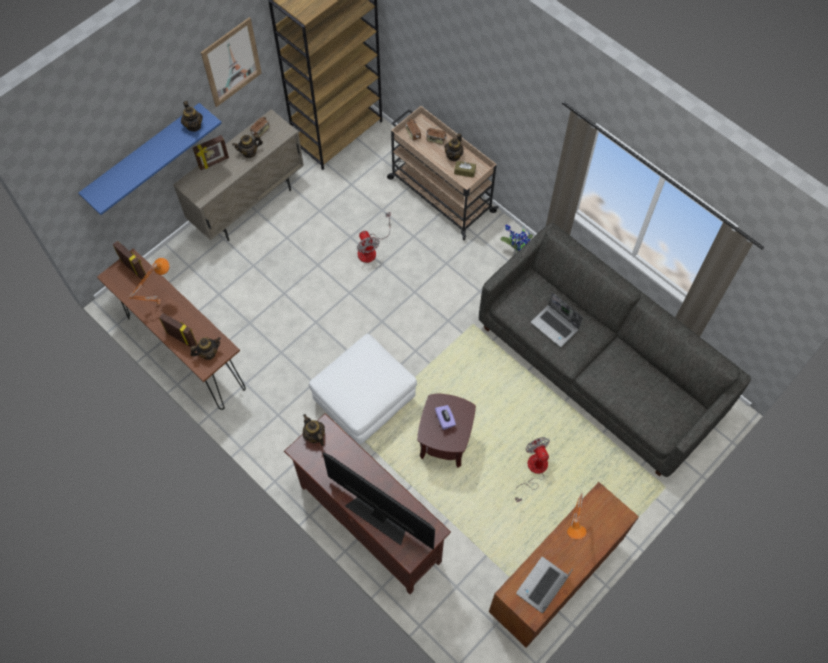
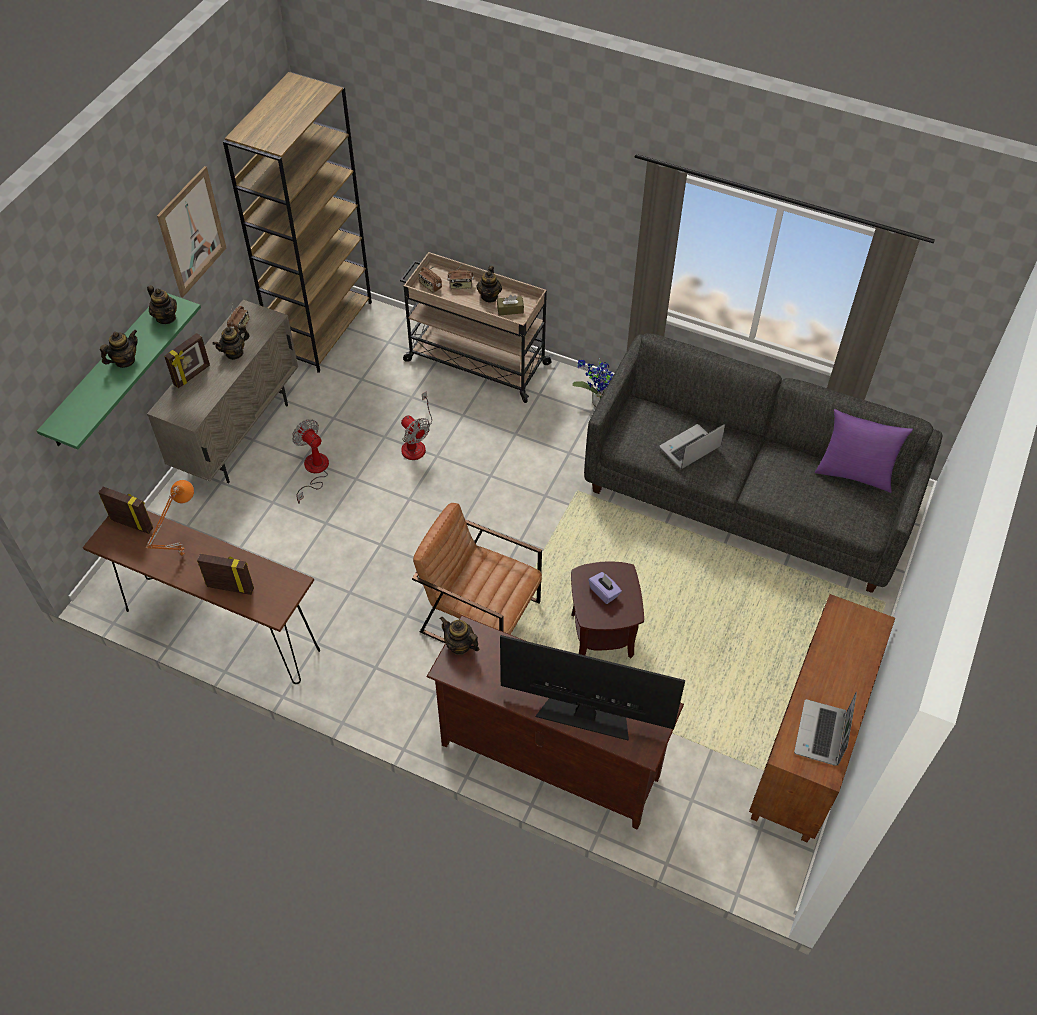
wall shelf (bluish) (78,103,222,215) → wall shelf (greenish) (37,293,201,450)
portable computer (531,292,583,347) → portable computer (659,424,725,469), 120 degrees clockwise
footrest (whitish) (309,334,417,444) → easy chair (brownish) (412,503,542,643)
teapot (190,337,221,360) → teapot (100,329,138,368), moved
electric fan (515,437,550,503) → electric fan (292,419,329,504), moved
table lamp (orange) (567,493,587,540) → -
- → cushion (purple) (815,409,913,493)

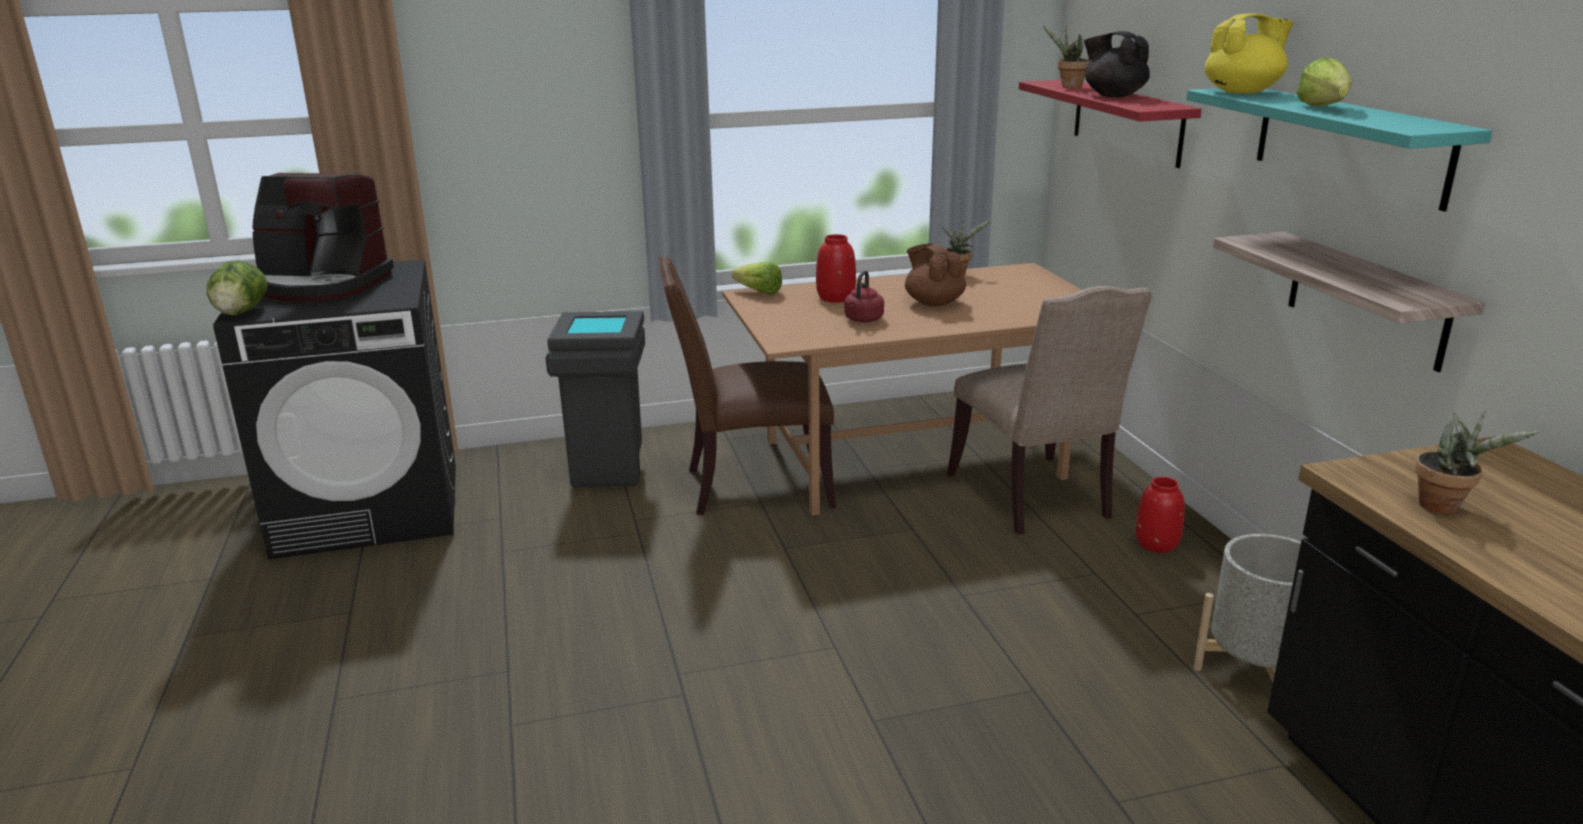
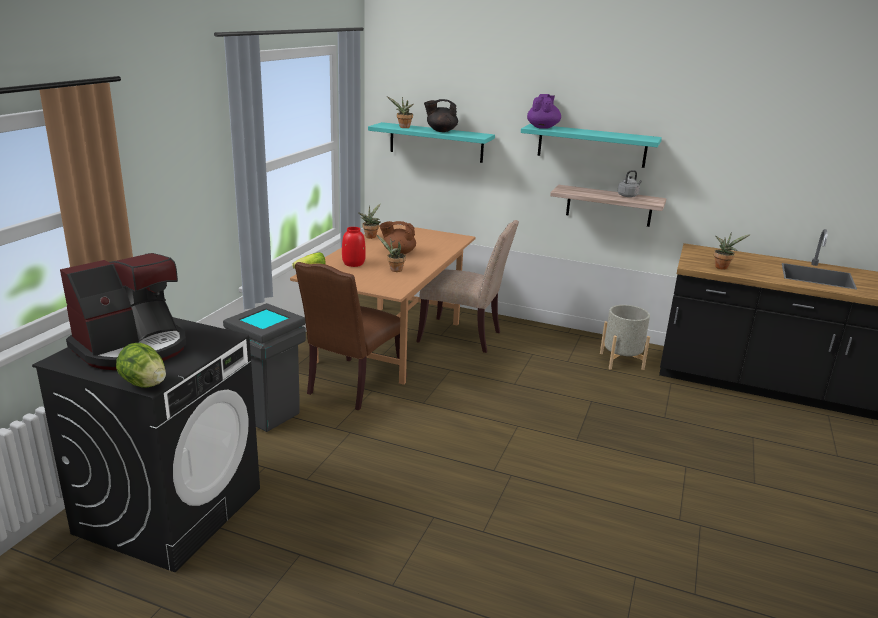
teapot (yellow-coloured) (1204,13,1293,94) → teapot (purple) (527,94,561,129)
lettuce (1296,57,1352,106) → -
wall shelf (red-coloured) (1019,80,1202,168) → wall shelf (turquoise-coloured) (368,122,495,163)
tea kettle (red-coloured) (845,271,884,322) → houseplant (377,235,406,272)
flower vase (red-coloured) (1135,477,1185,553) → -
- → tea kettle (greyish) (618,170,642,197)

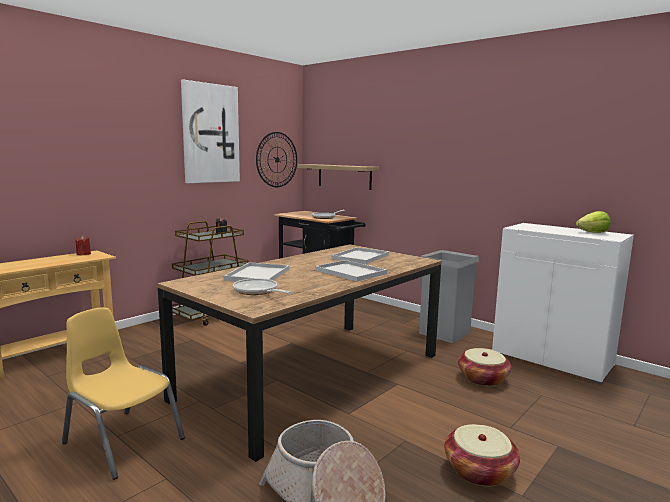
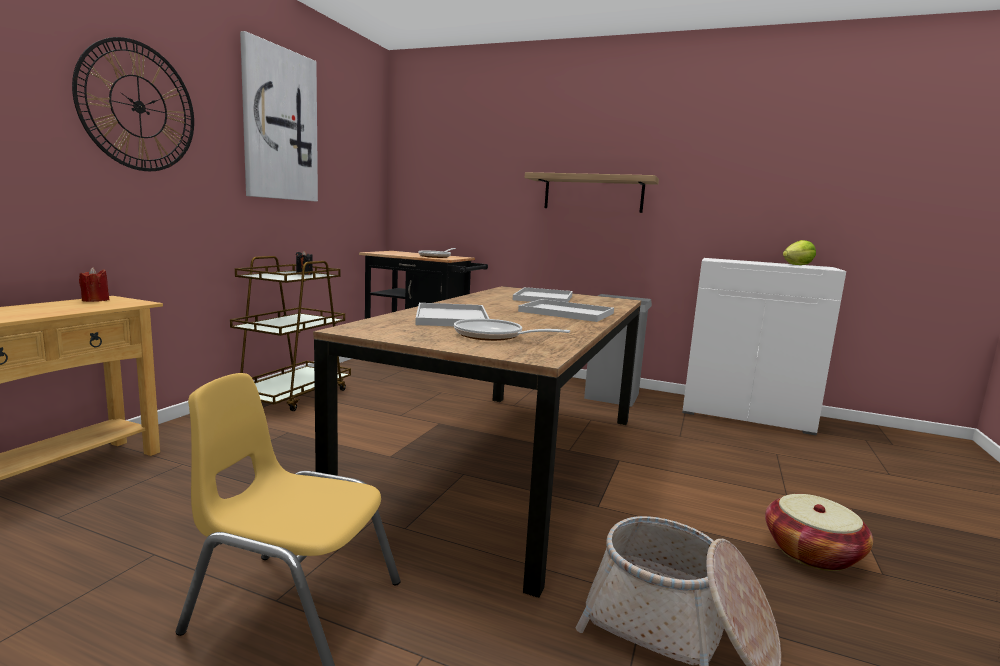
wall clock (256,132,297,187) → wall clock (72,37,194,171), moved
wall shelf (298,164,379,190) → wall shelf (525,172,659,213), moved
storage basket (458,348,511,386) → -

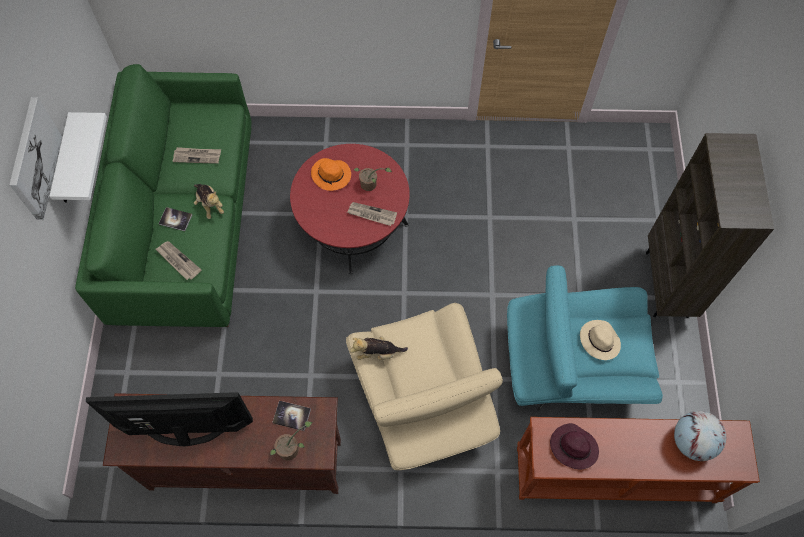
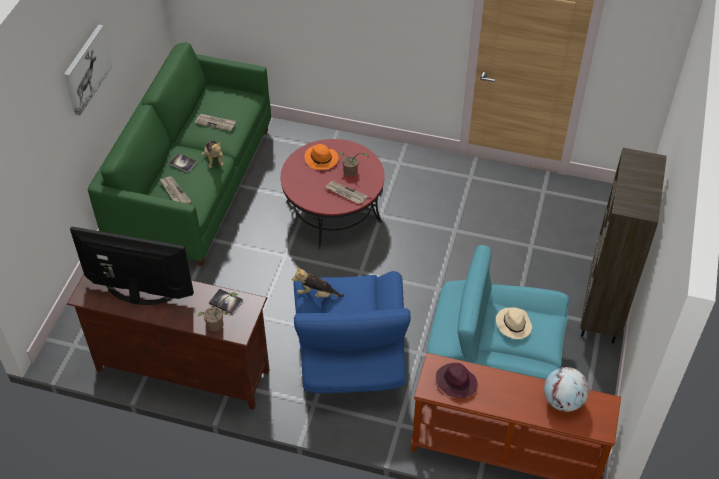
wall shelf (whitish) (50,112,107,203) → -
easy chair (beige) (346,303,503,470) → easy chair (bluish) (294,271,411,393)

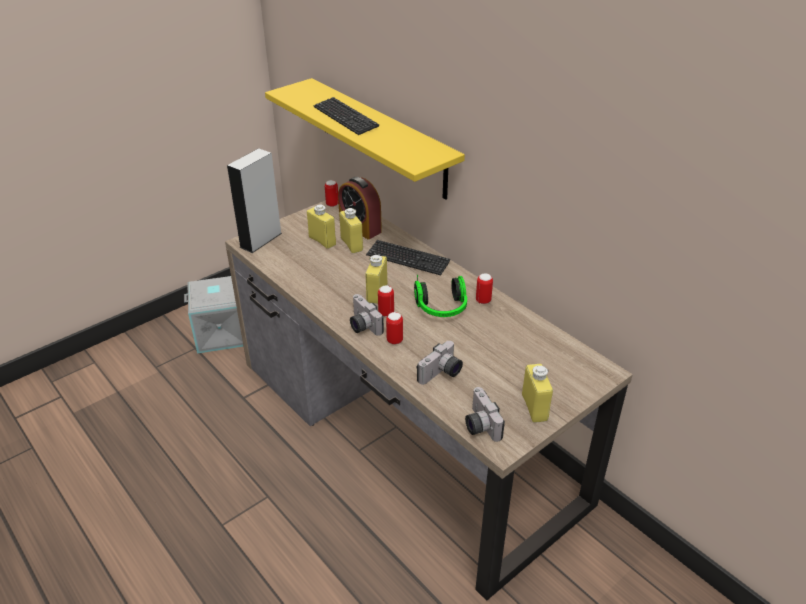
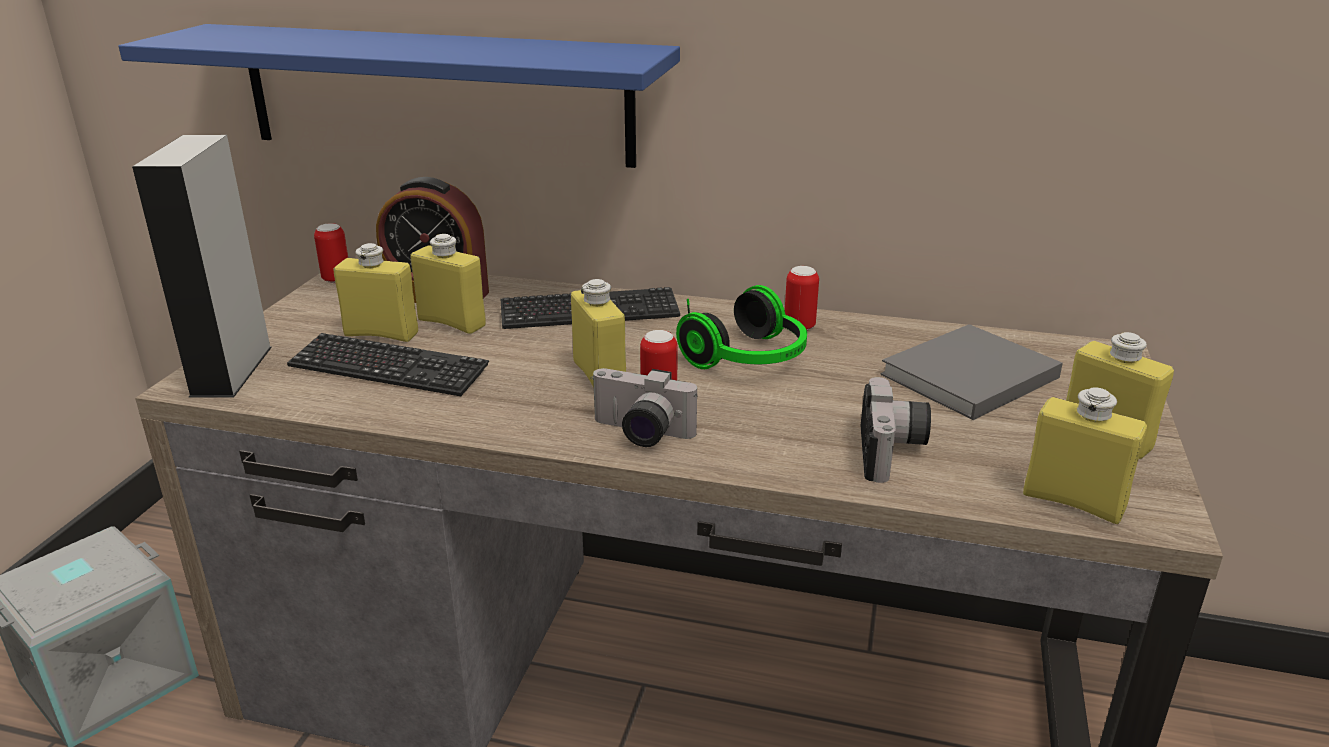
wall shelf (yellow-coloured) (265,78,465,200) → wall shelf (bluish) (118,24,680,168)
PC keyboard (313,97,380,135) → PC keyboard (287,333,489,396), moved
metal can (386,312,403,344) → -
still camera (465,387,505,442) → beverage bottle (yellow-coloured) (1023,387,1147,524)
- → bound book (greyish) (880,324,1063,420)

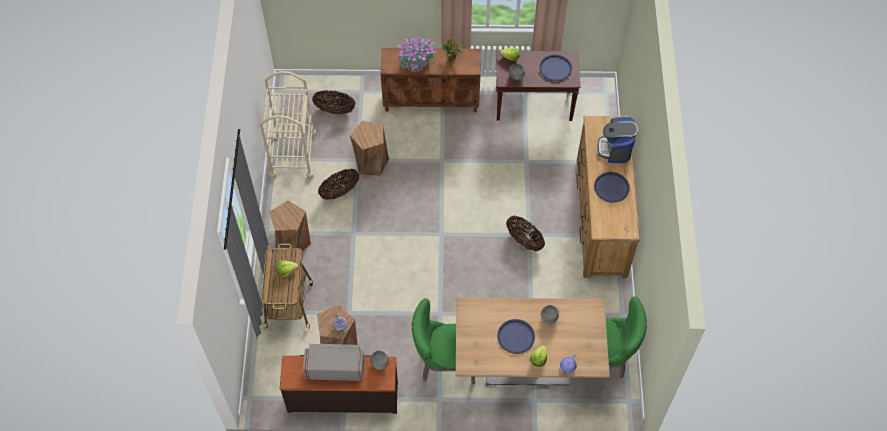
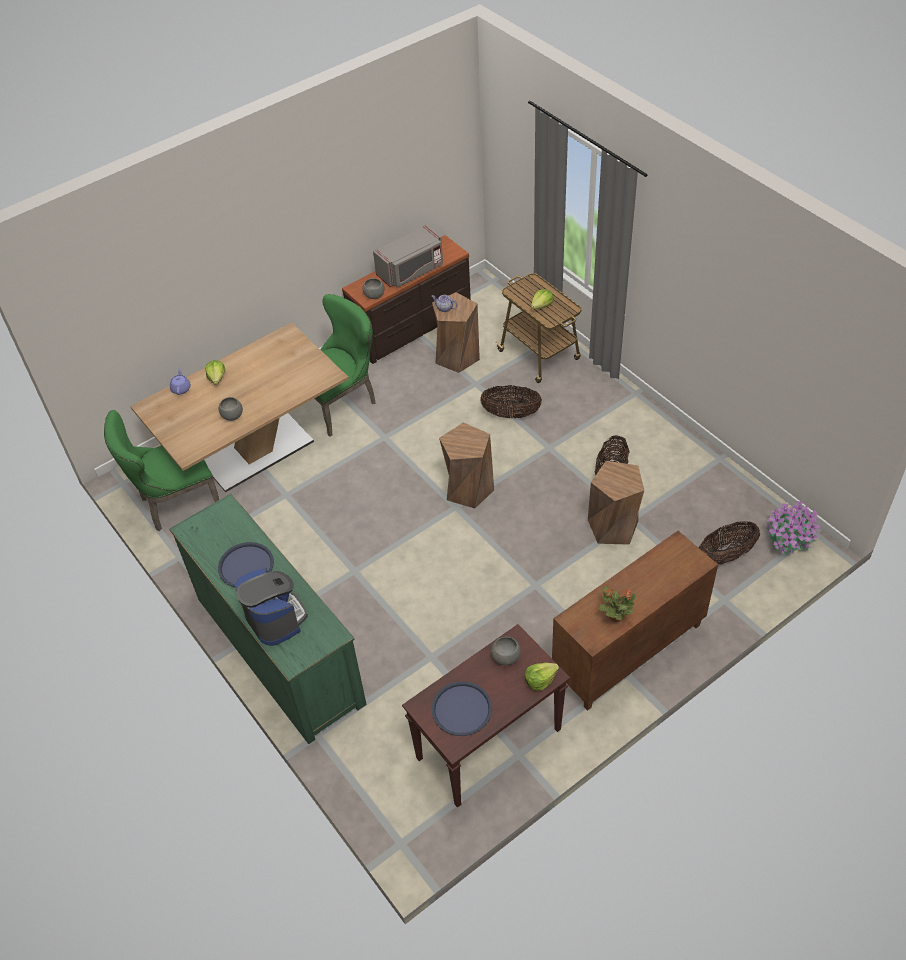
houseplant (397,35,436,72) → houseplant (766,501,820,555), moved
cart (beige) (260,71,317,179) → -
dresser (brownish) (576,116,640,278) → dresser (greenish) (169,494,367,744)
stool (brownish) (269,200,311,257) → stool (brownish) (439,422,494,509), moved
storage basket (506,216,545,251) → storage basket (480,385,542,418), moved
tray (bluish) (497,319,535,354) → -

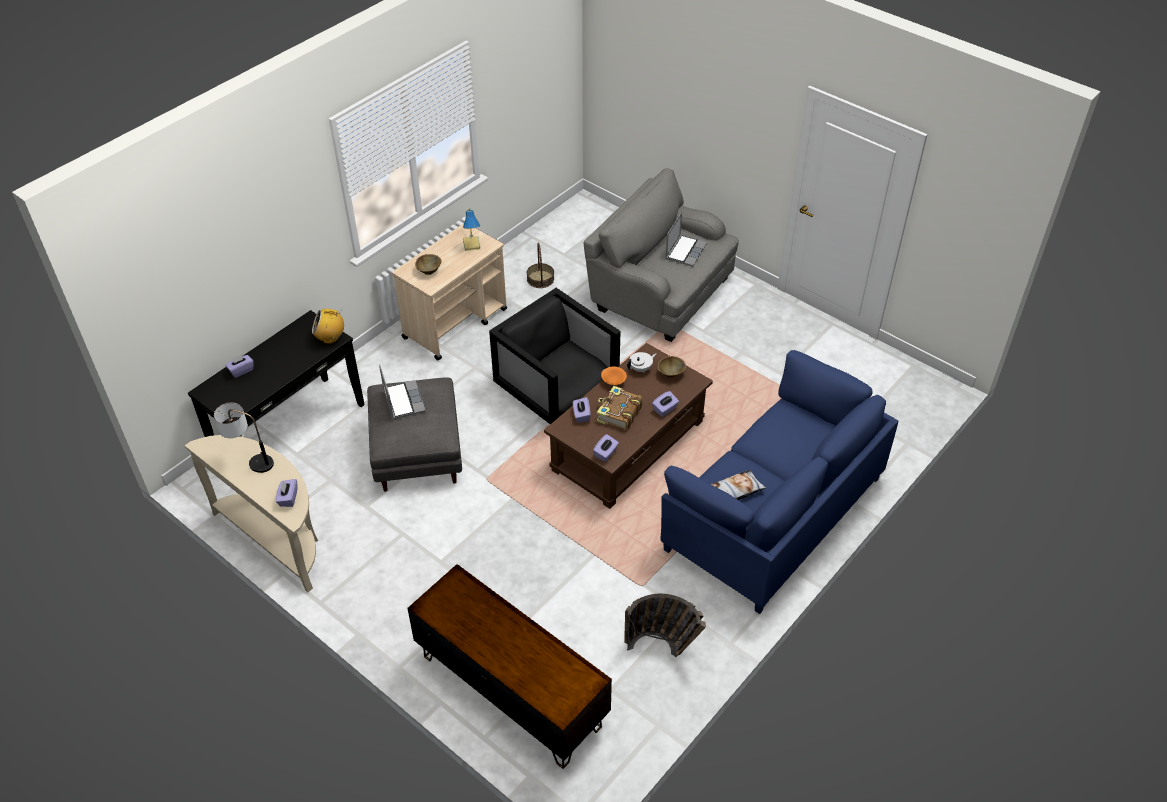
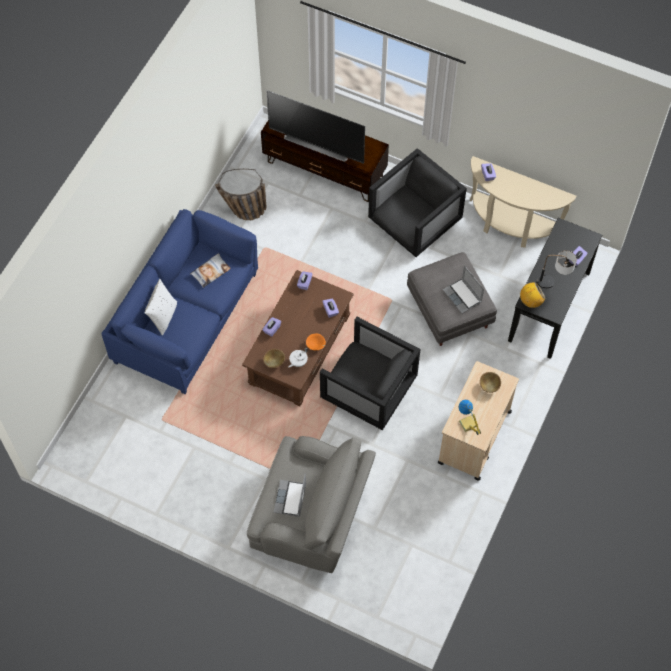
storage basket (527,242,554,288) → -
bound book (597,386,643,430) → -
table lamp (214,402,274,473) → table lamp (537,251,577,288), moved
- → TV set (266,90,365,164)
- → easy chair (black-coloured) (368,148,467,257)
- → cushion (whitish) (144,279,177,336)

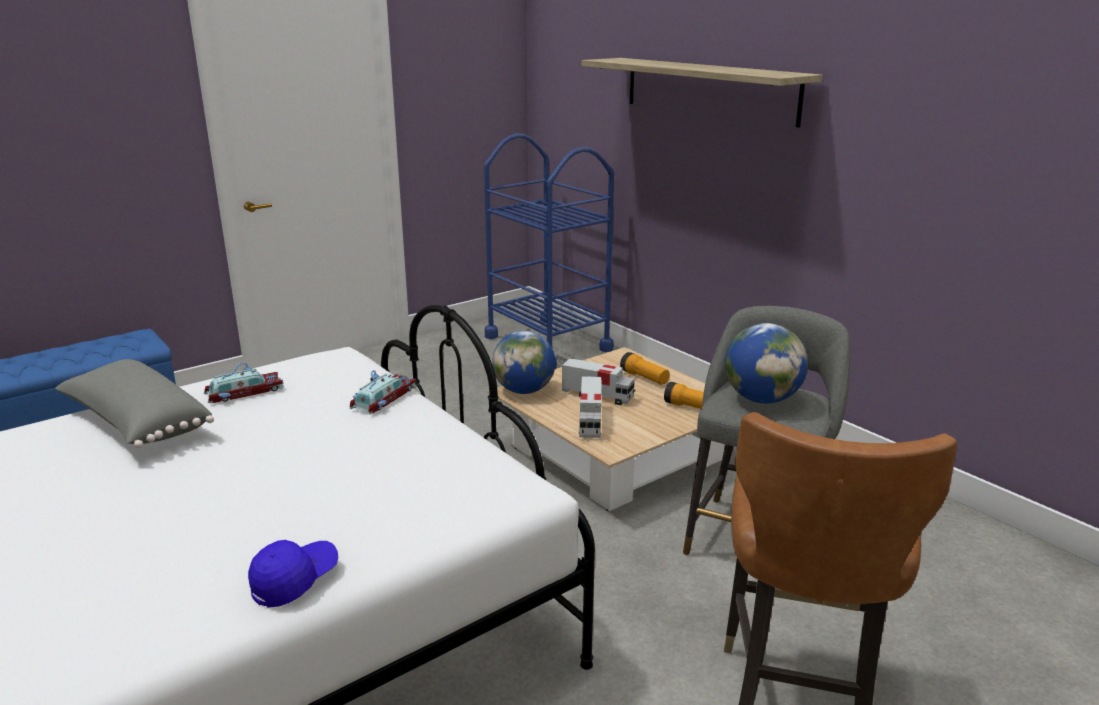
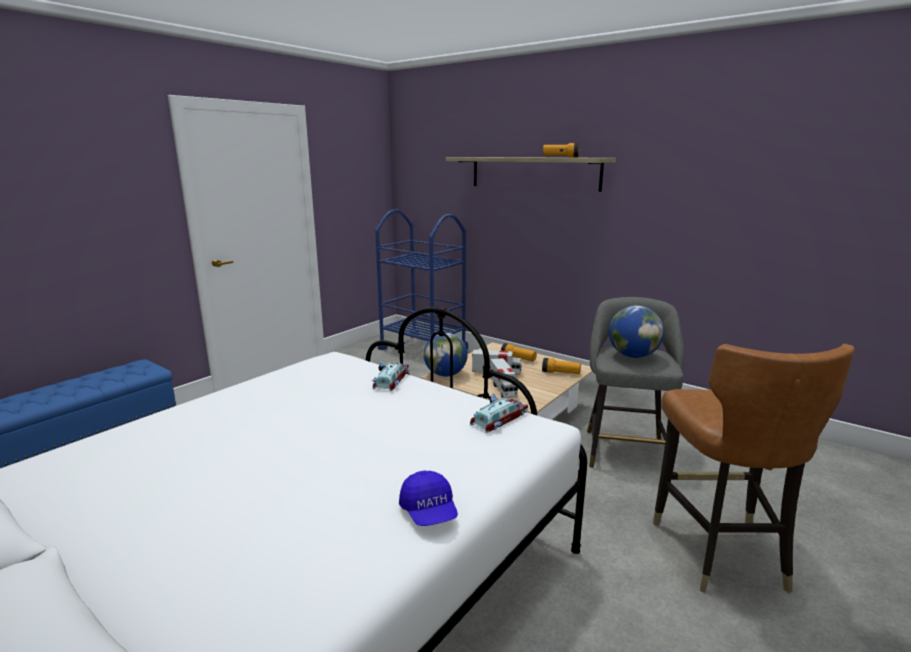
cushion (greyish) (55,359,214,448) → -
toy car (204,363,284,403) → toy car (470,394,528,433), moved
baseball cap (bluish) (248,540,338,608) → baseball cap (bluish) (399,470,458,526), 135 degrees clockwise
- → torch (543,143,579,157)

